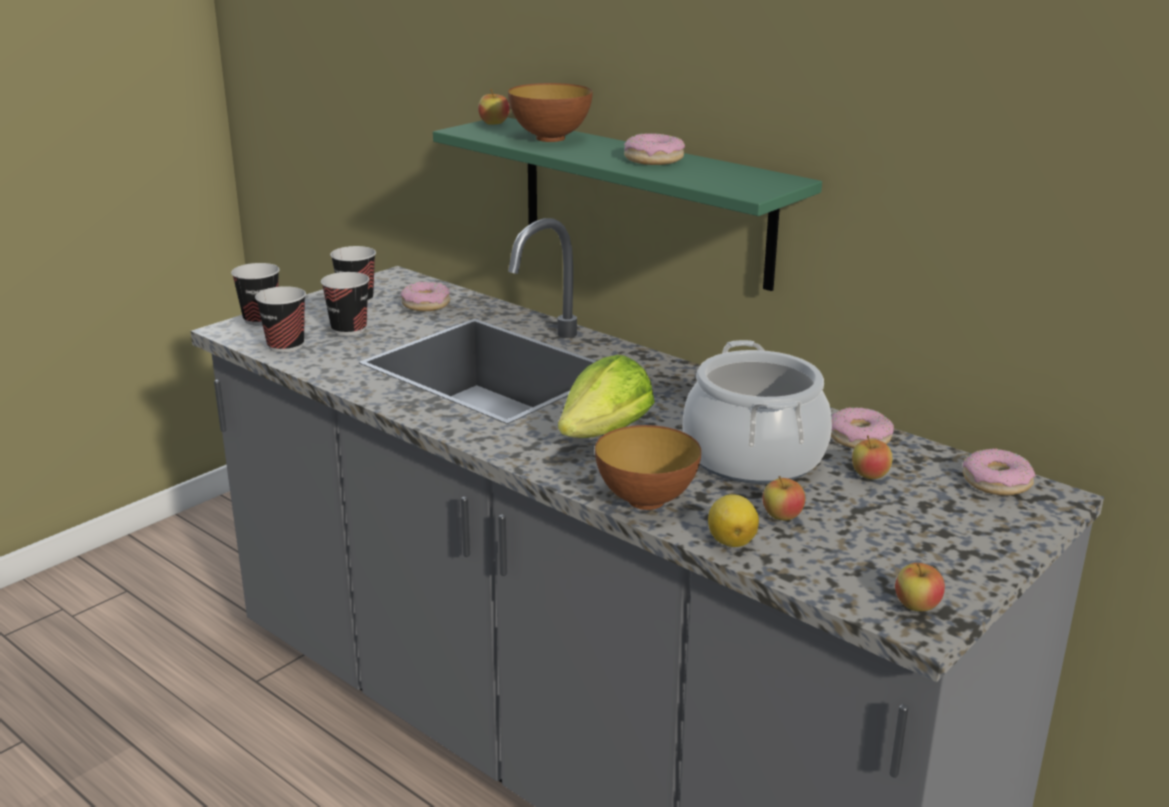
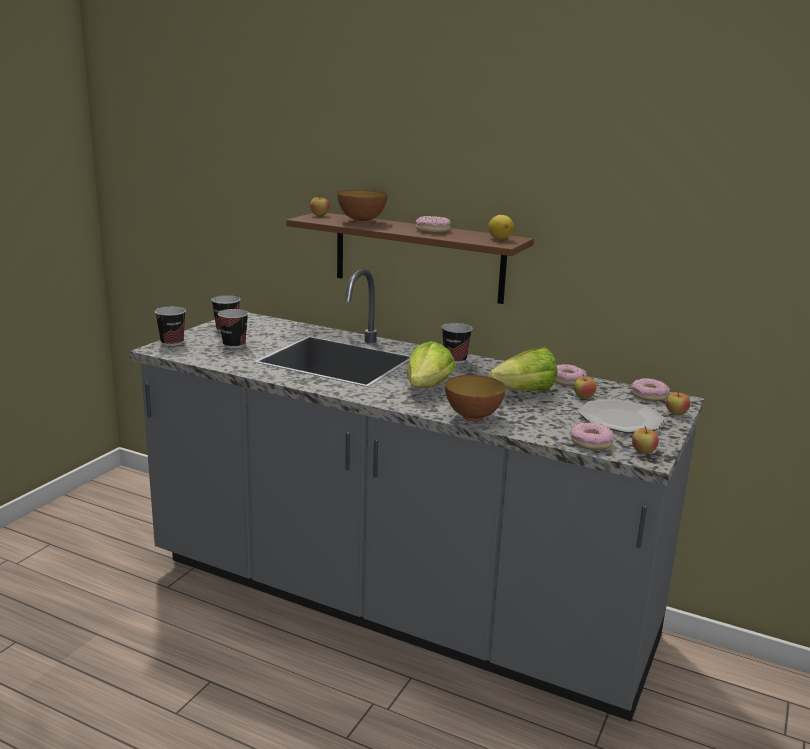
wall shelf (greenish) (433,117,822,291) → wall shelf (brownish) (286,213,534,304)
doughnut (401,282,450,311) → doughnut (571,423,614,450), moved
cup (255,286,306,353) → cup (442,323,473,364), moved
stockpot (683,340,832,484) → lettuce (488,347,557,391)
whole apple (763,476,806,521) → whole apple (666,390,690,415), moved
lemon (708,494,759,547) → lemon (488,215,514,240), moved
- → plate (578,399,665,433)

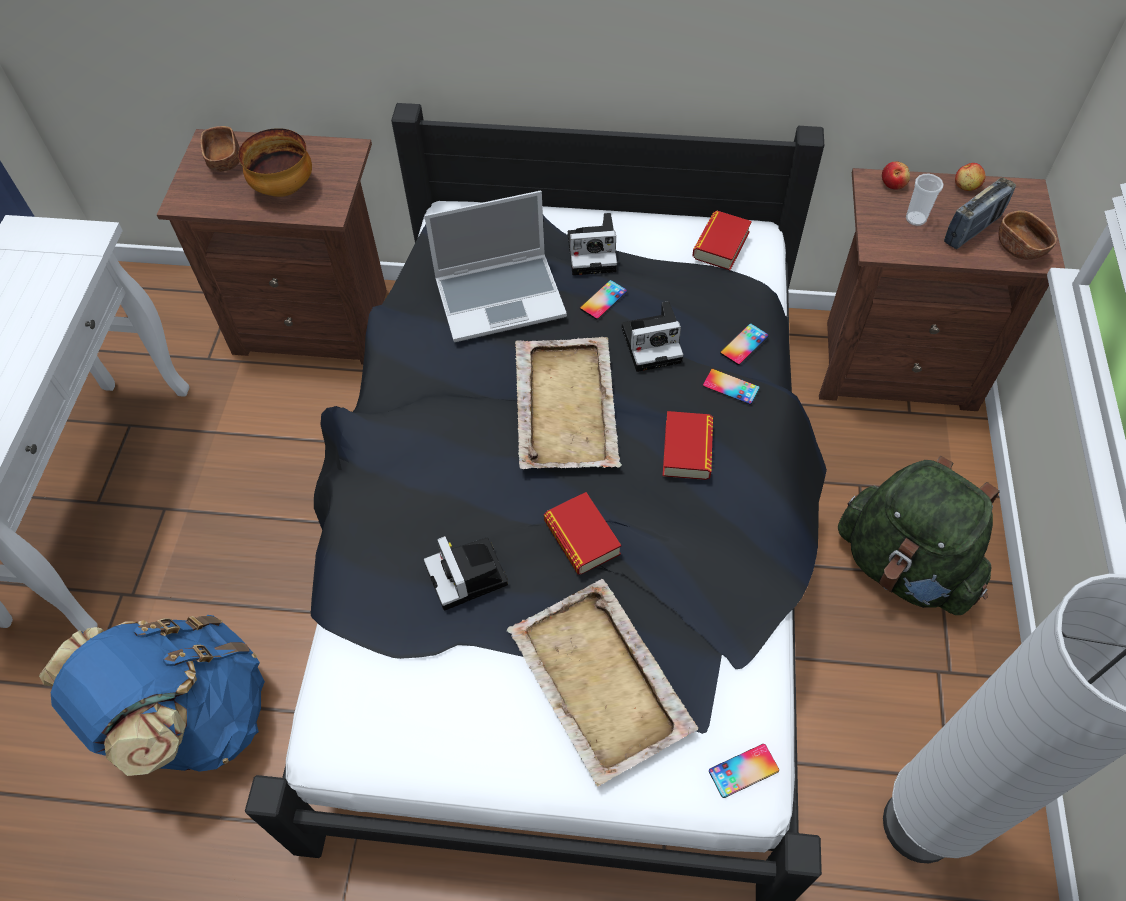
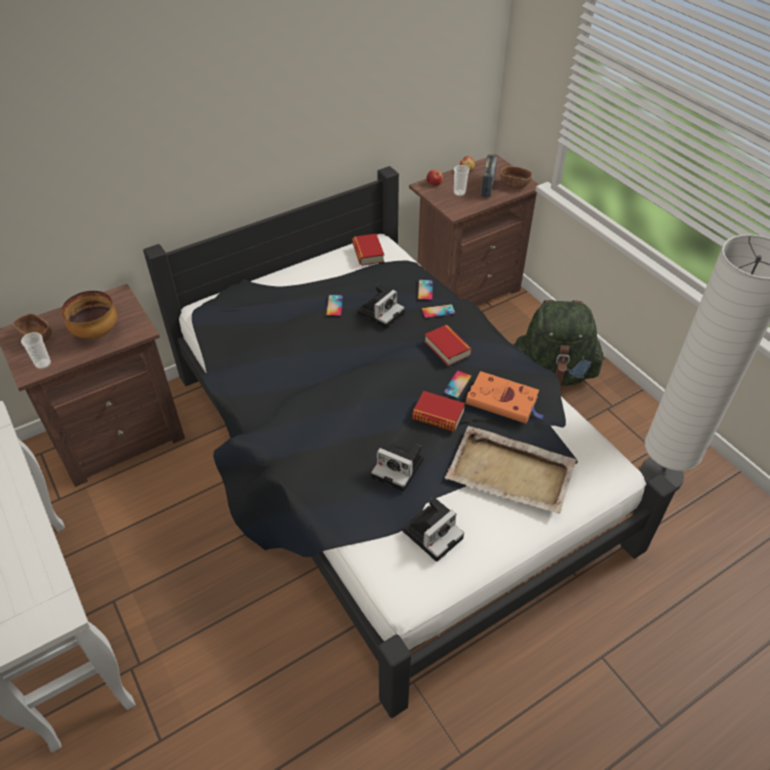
portable computer (424,190,567,342) → -
still camera (568,213,617,275) → still camera (402,497,464,562), moved
tray (beige) (515,337,622,469) → -
backpack (bluish) (39,615,265,776) → -
handset (709,744,779,798) → handset (443,370,472,399), moved
- → cup (21,332,51,369)
- → bound book (orange) (466,371,544,424)

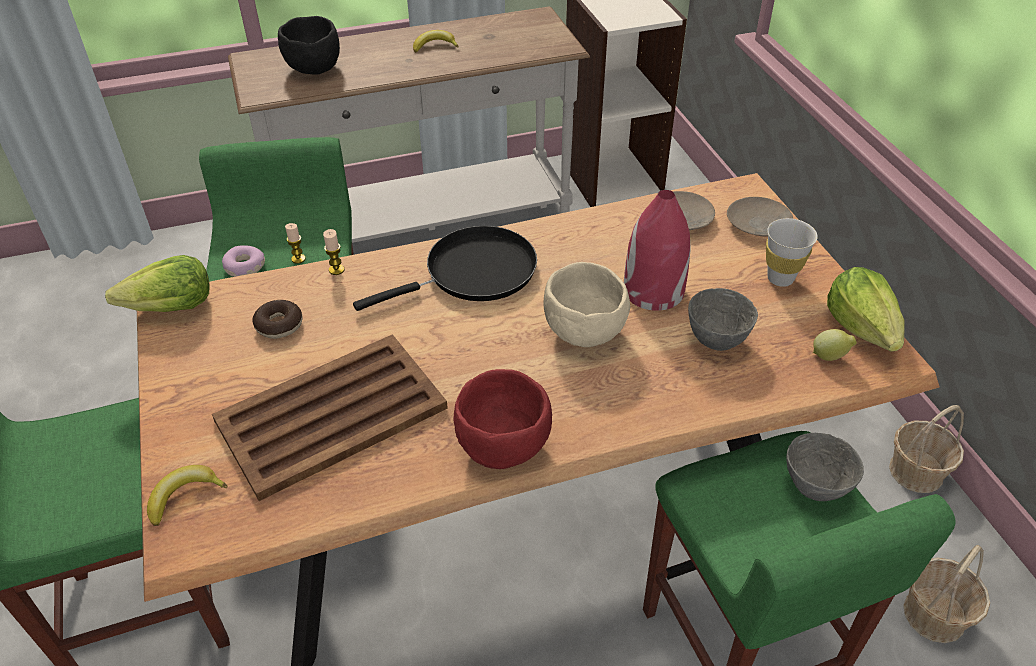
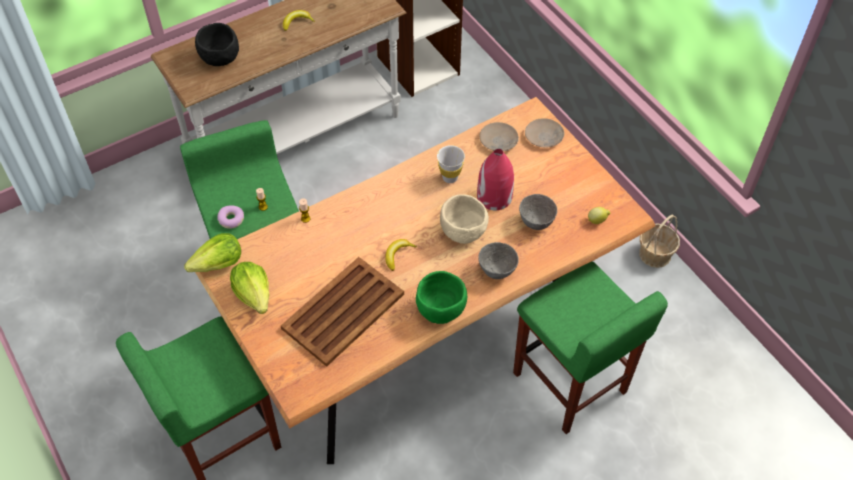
cup (whitish) (766,218,818,287) → cup (whitish) (437,145,465,183), moved
frying pan (black-coloured) (353,226,537,311) → -
lettuce (827,267,905,352) → lettuce (230,262,269,314), moved
doughnut (252,300,302,339) → -
deep dish (red-coloured) (453,369,552,469) → deep dish (greenish) (416,271,467,324)
deep dish (greyish) (786,433,864,501) → deep dish (greyish) (478,242,519,279), moved
banana fruit (147,465,228,526) → banana fruit (385,239,417,271), moved
storage basket (903,545,990,643) → -

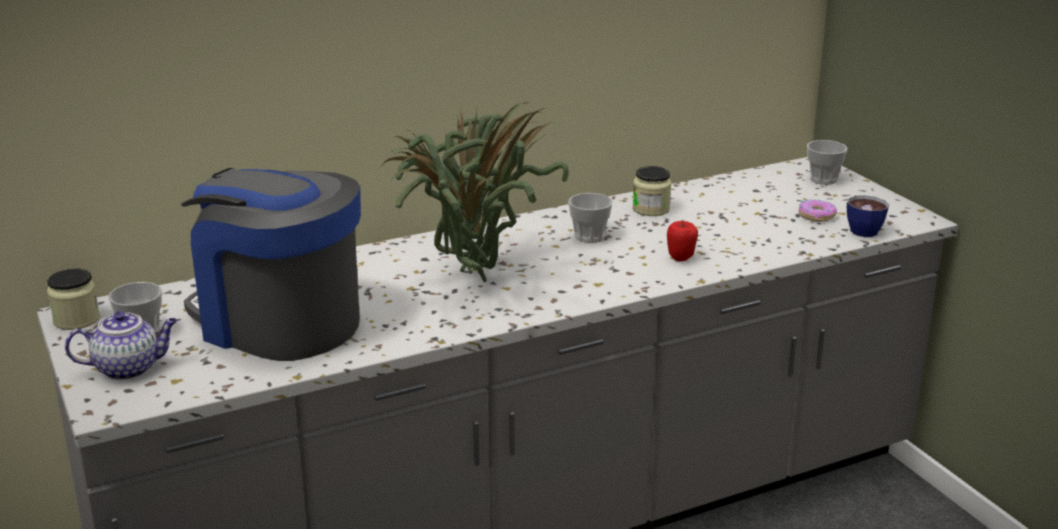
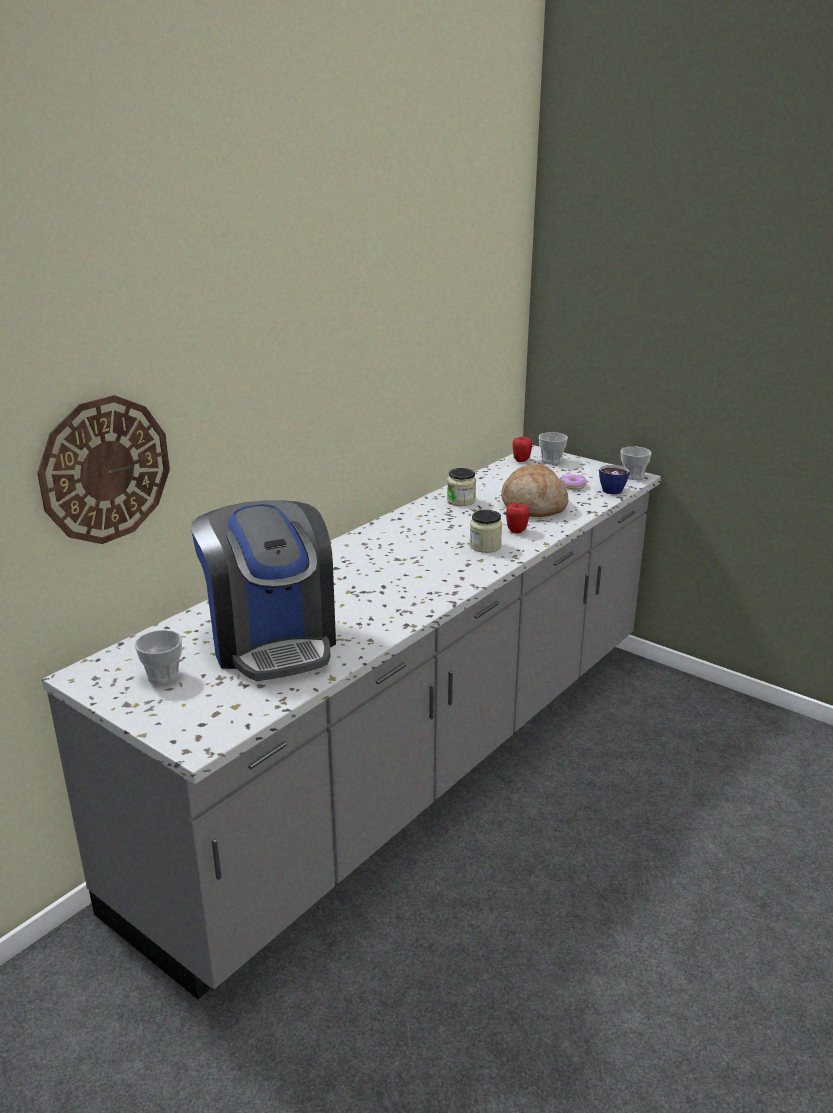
houseplant (381,100,569,282) → -
coffee machine (181,168,361,361) → coffee machine (191,500,336,681), 120 degrees counterclockwise
cup (568,193,613,243) → cup (621,446,651,480), moved
jar (47,268,100,330) → jar (470,510,502,553), moved
teapot (65,311,178,380) → -
- → wall clock (37,395,170,544)
- → whole apple (513,437,532,462)
- → baked bread (501,464,568,517)

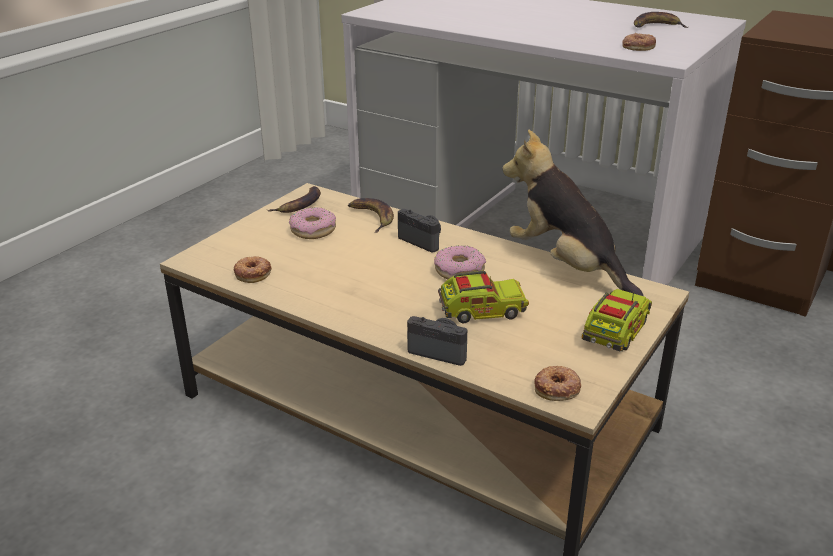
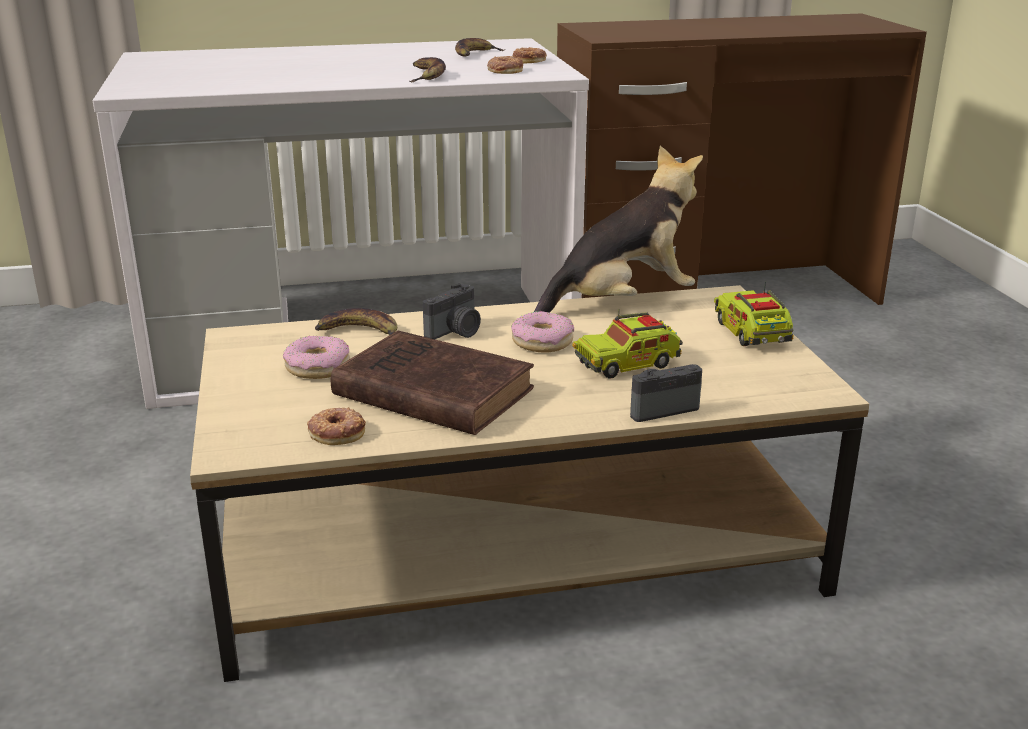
cuddly toy (502,130,644,296) → cuddly toy (534,146,703,313), 150 degrees clockwise
banana fruit (267,186,321,213) → banana fruit (409,57,446,82), moved
still camera (398,209,441,252) → still camera (423,283,481,339), 135 degrees clockwise
toy lorry (438,270,529,324) → toy lorry (573,312,683,379), 150 degrees counterclockwise
doughnut (535,366,581,401) → doughnut (513,47,547,63), moved
- → bound book (brownish) (331,330,534,435)

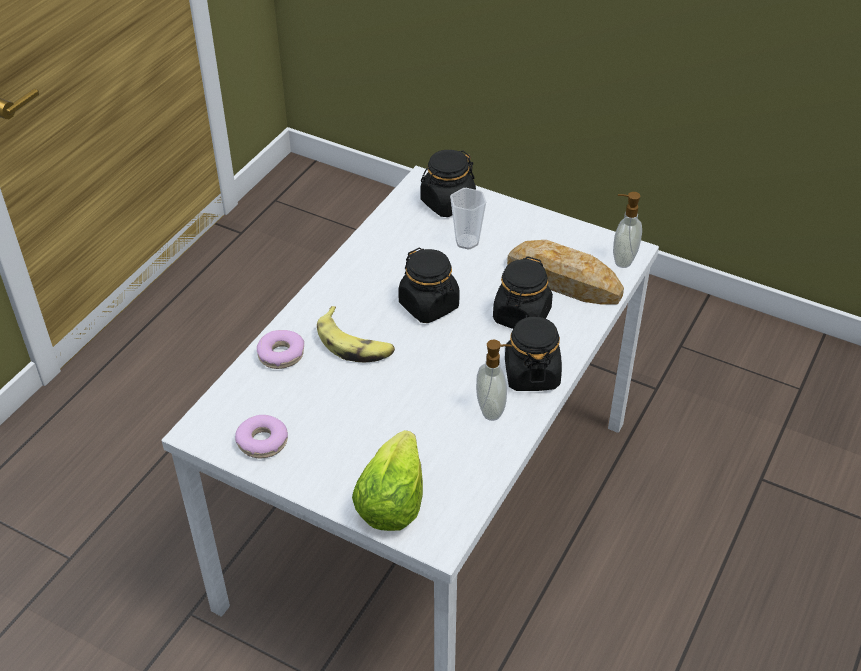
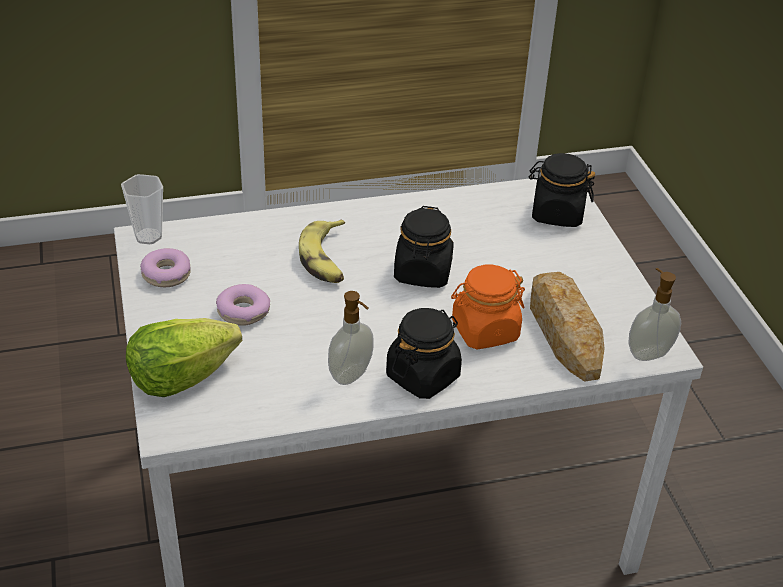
cup (450,188,486,249) → cup (121,174,163,244), moved
jar (black-coloured) (493,256,553,329) → jar (orange) (451,265,525,349)
doughnut (257,330,304,369) → doughnut (216,284,270,326), moved

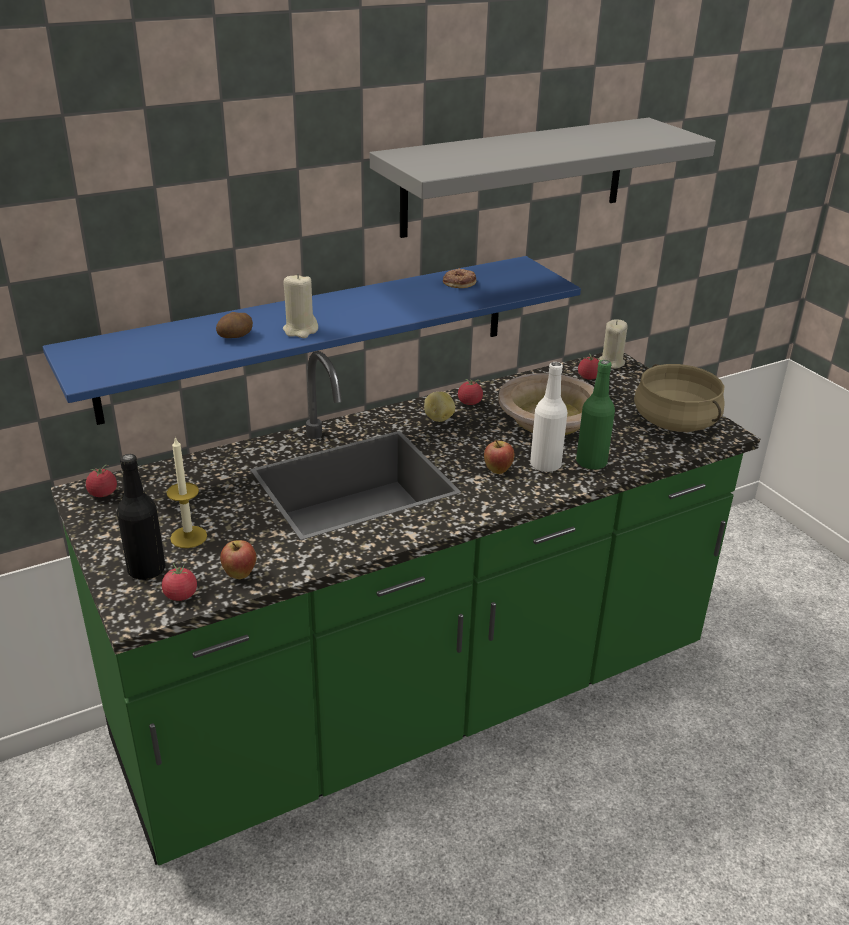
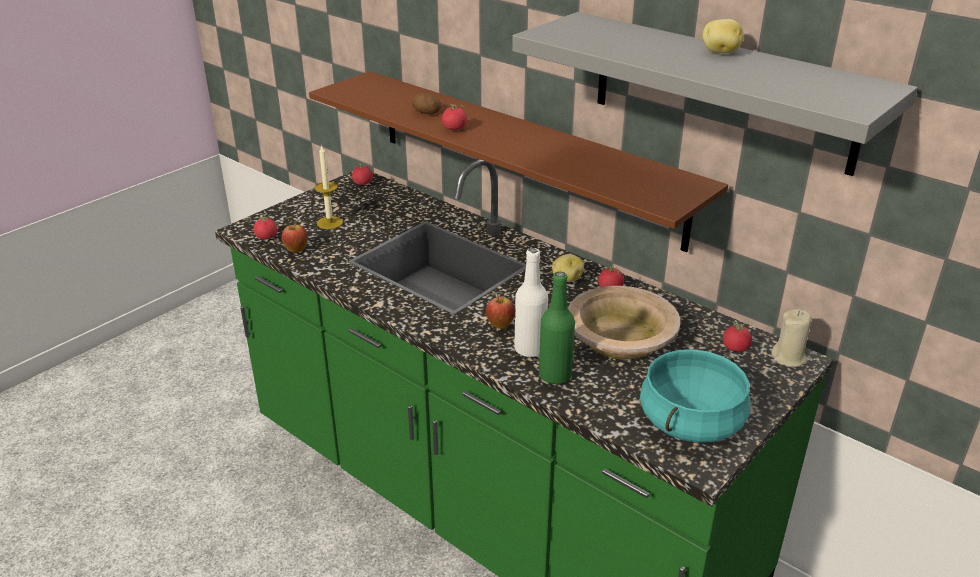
wall shelf (bluish) (43,256,581,425) → wall shelf (brownish) (309,71,728,252)
doughnut (443,268,476,288) → -
wax light (beige) (283,273,318,338) → fresh tomato (442,104,467,130)
stockpot (beige) (634,364,725,432) → stockpot (turquoise-coloured) (640,349,750,443)
beverage bottle (black-coloured) (117,454,165,580) → -
- → potato (702,19,744,53)

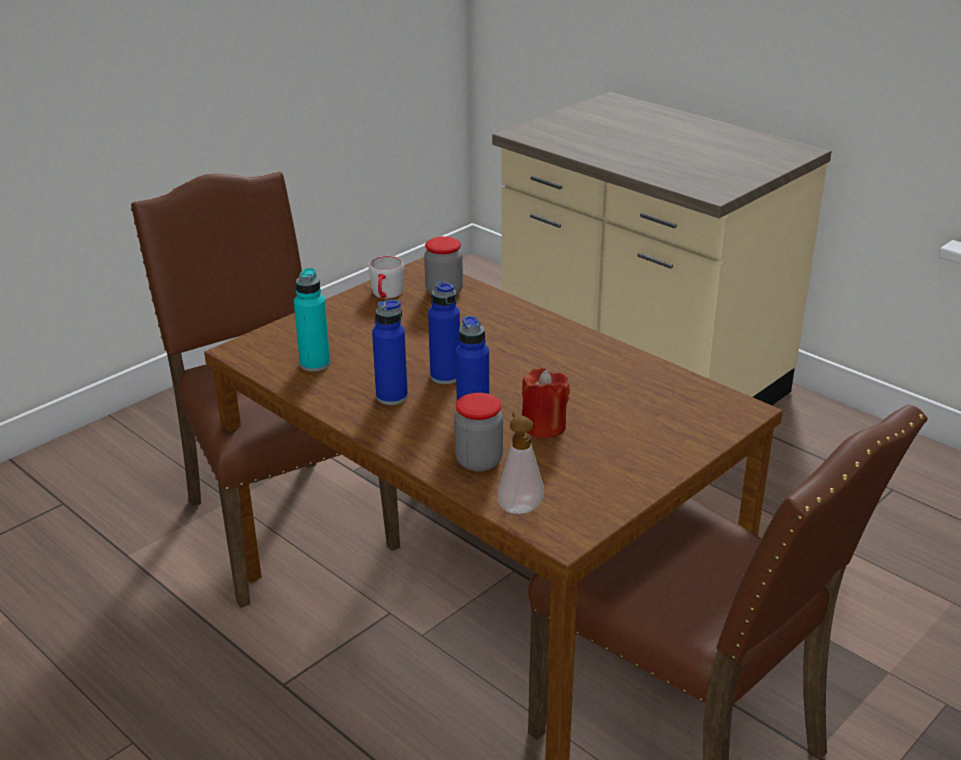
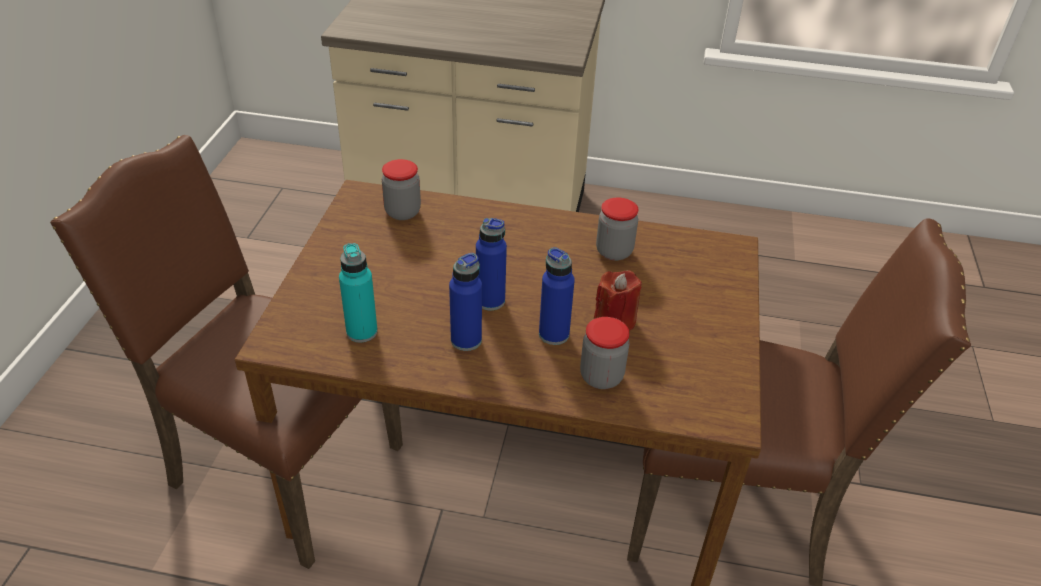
mug (greyish) (369,256,404,299) → -
liquid soap bottle (498,411,544,514) → -
- → jar (596,198,639,261)

